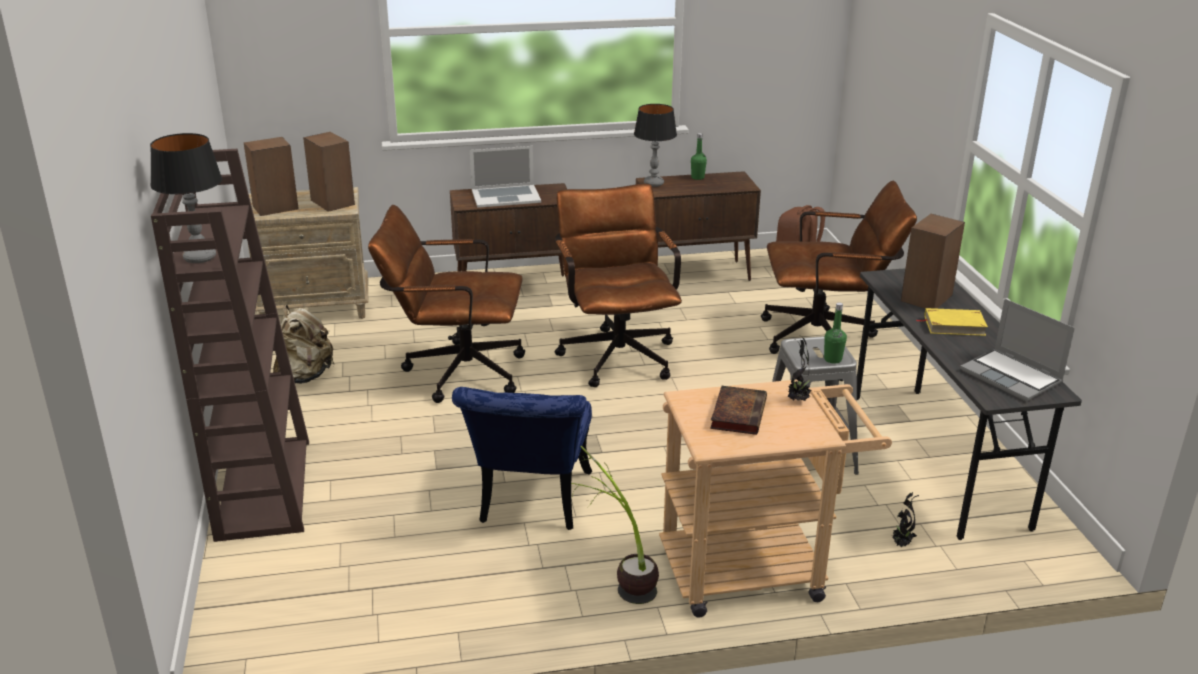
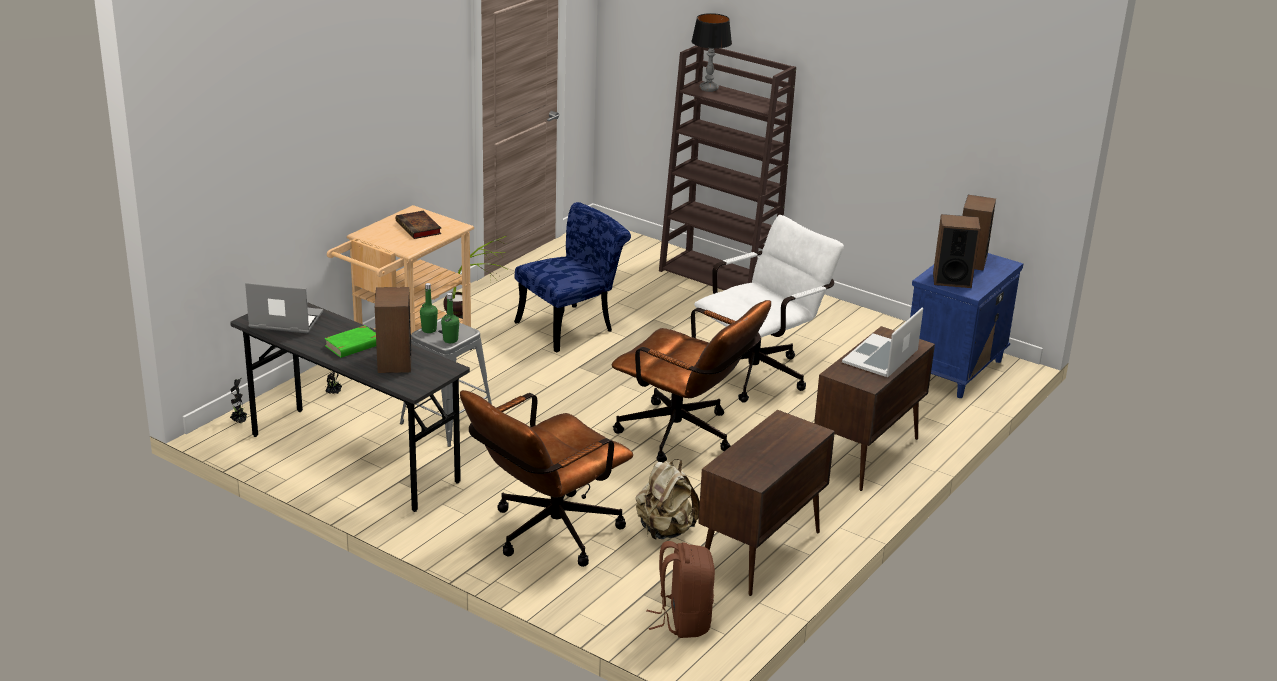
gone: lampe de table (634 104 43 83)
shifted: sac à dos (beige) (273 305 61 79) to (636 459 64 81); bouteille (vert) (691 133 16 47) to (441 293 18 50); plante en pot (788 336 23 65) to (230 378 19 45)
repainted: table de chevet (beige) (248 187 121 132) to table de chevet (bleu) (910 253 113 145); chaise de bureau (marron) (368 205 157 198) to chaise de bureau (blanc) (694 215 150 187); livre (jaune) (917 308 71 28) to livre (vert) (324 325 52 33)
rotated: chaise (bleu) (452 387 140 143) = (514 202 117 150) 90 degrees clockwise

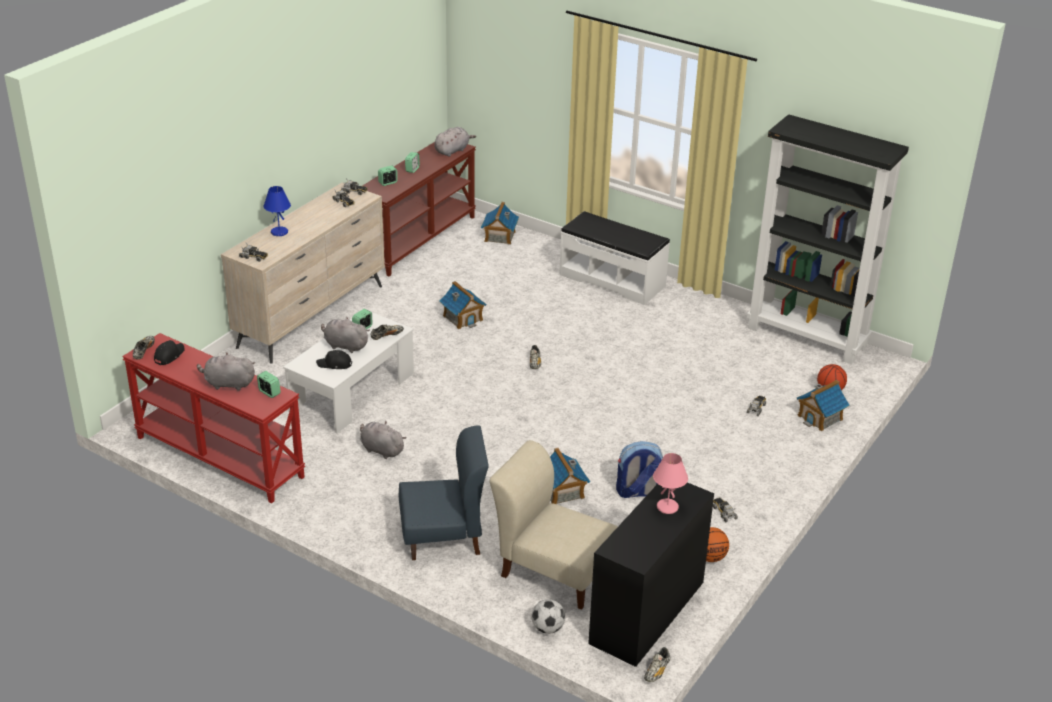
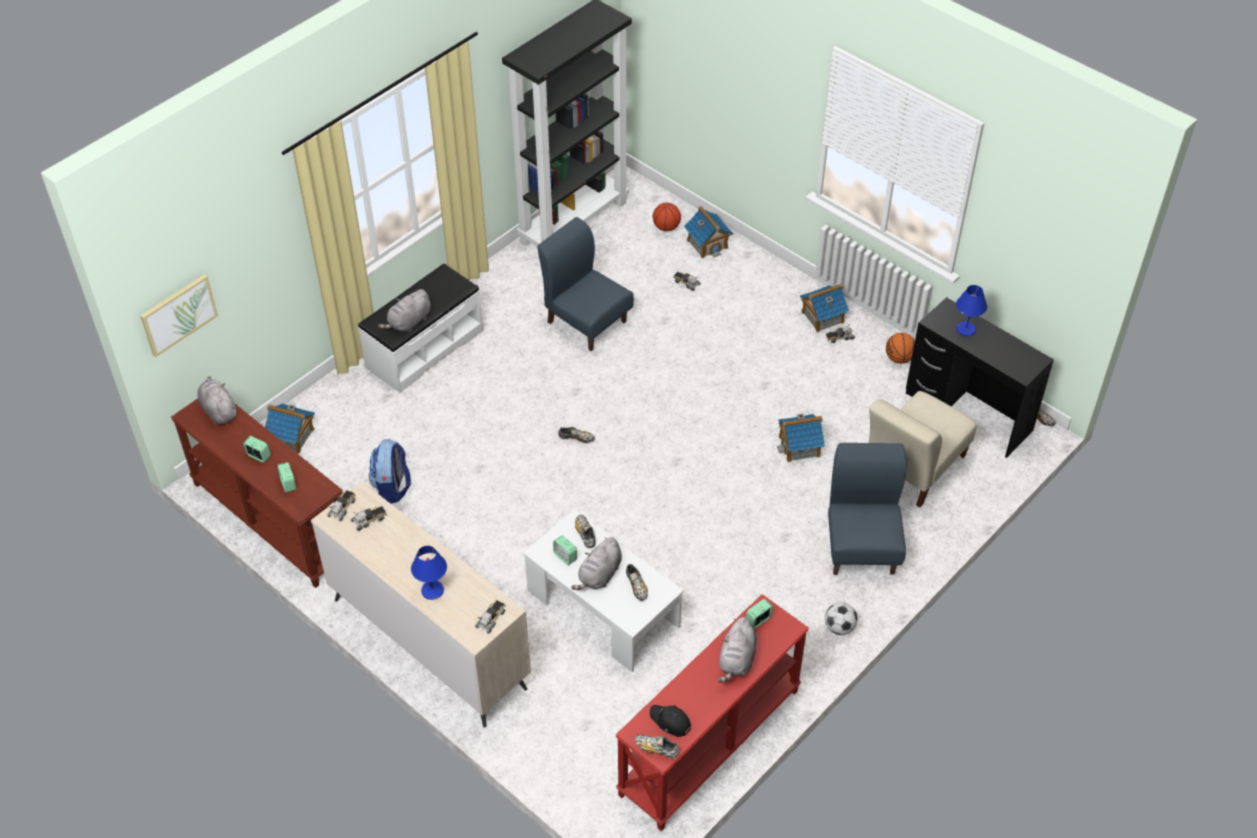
new: tableau (140 274 78 83); chaise (bleu) (538 217 96 134)
shifted: peluche (gris) (360 421 46 38) to (378 289 53 43); maison miniature (439 281 48 48) to (800 284 49 49); ballon de foot (532 599 33 35) to (825 602 32 33); sac à dos (616 441 47 57) to (369 439 42 65)
swapped: casquette (noir) (316 350 36 19) to chaussure (626 564 22 37)
repainted: lampe de table (rose) (653 453 35 61) to lampe de table (bleu) (956 285 31 51)

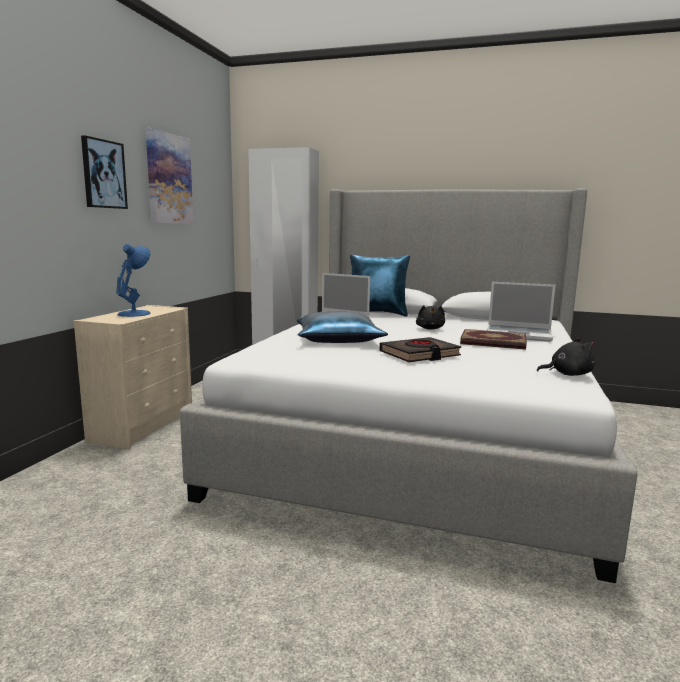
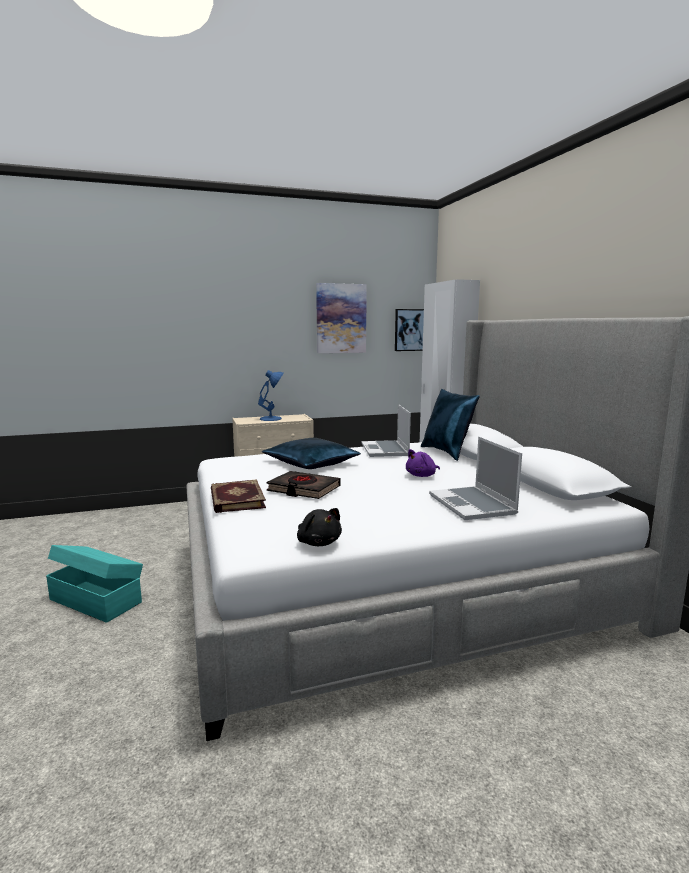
new: boîte de rangement (turquoise) (46 545 97 78)
shifted: tableau (81 135 47 74) to (395 309 29 42); livre (460 329 67 21) to (211 479 55 34)
repainted: peluche (noir) (416 305 29 25) to peluche (violet) (406 449 34 28)

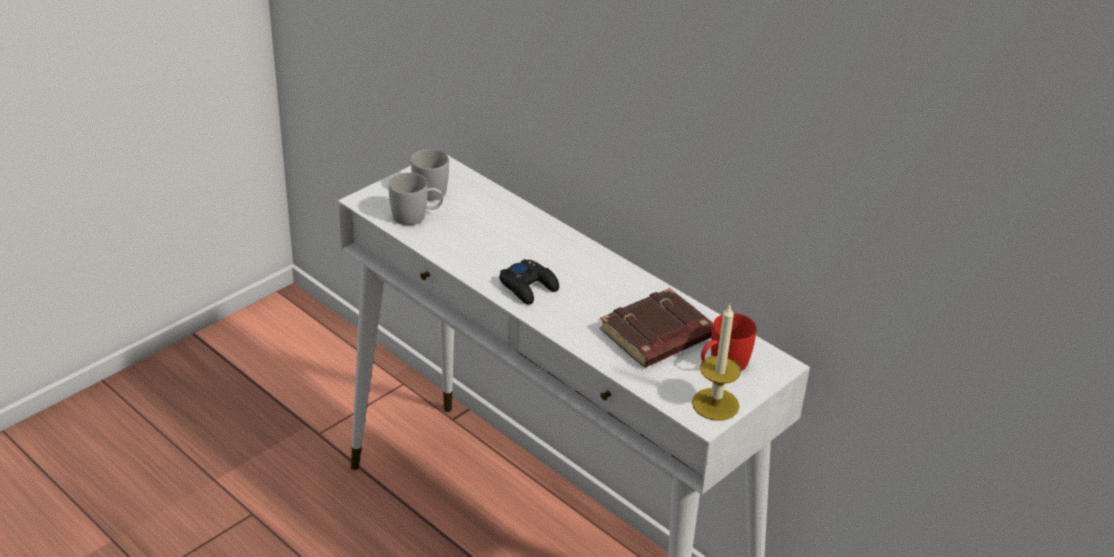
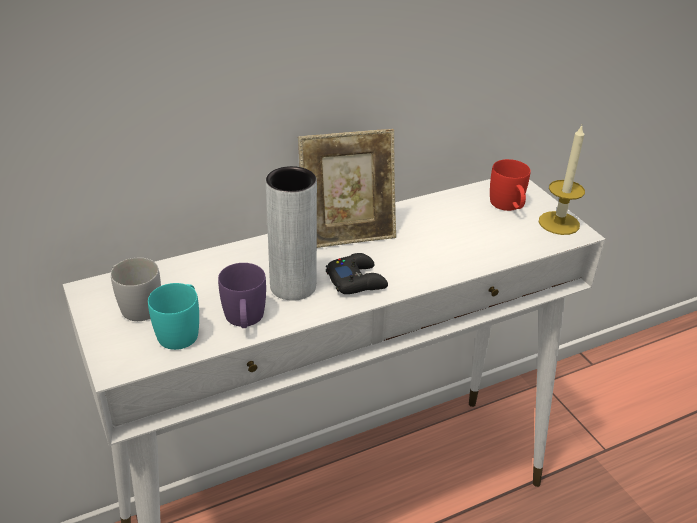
gone: livre (marron) (600 288 113 79)
new: mug (violet) (218 263 48 65); vase (gris) (266 166 51 135); cadre photo (298 129 98 119)
repainted: mug (blanc) (389 173 54 52) to mug (turquoise) (148 283 51 67)

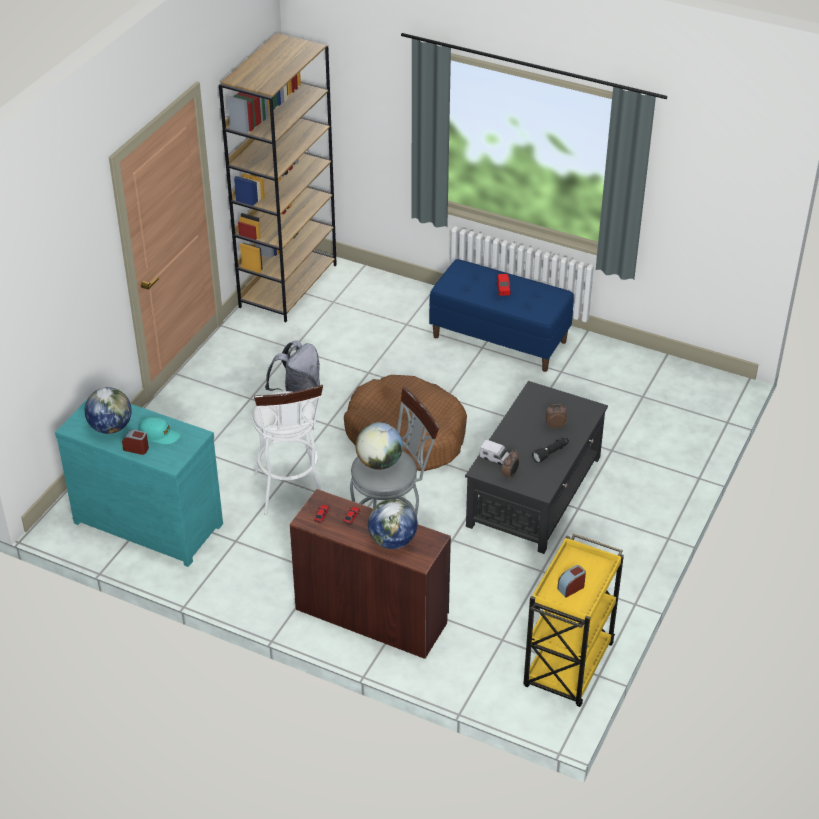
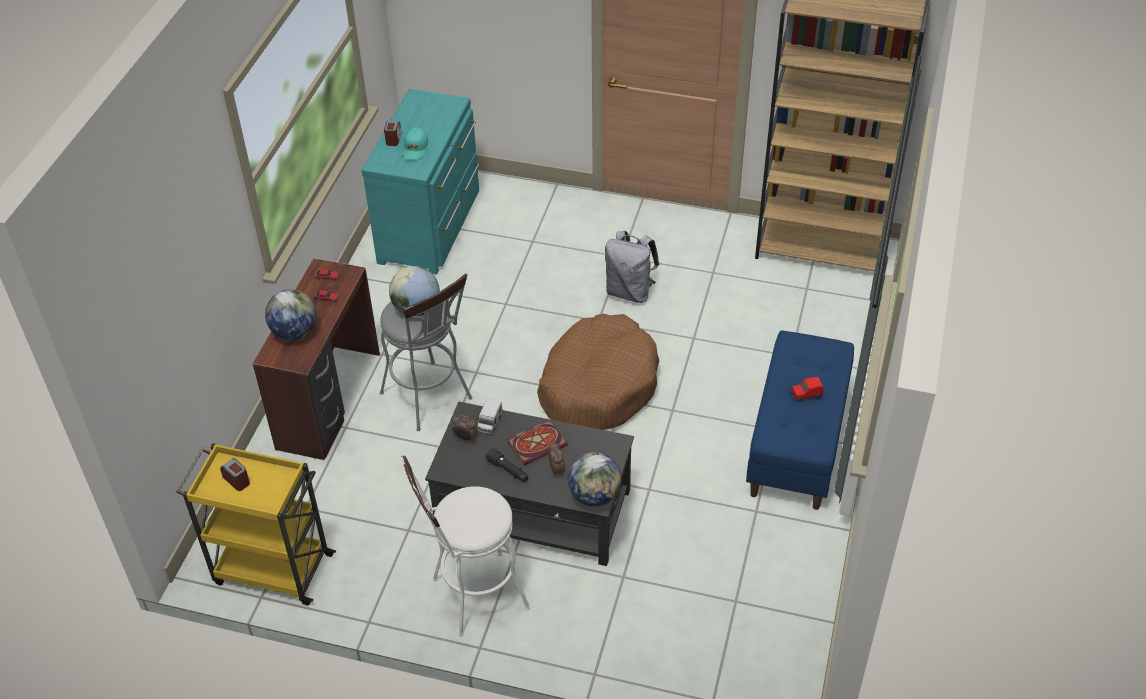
new: livre (507 420 61 45)
shifted: globe (85 387 47 47) to (568 452 54 55); tabouret (blanc) (253 385 70 130) to (402 456 128 180)

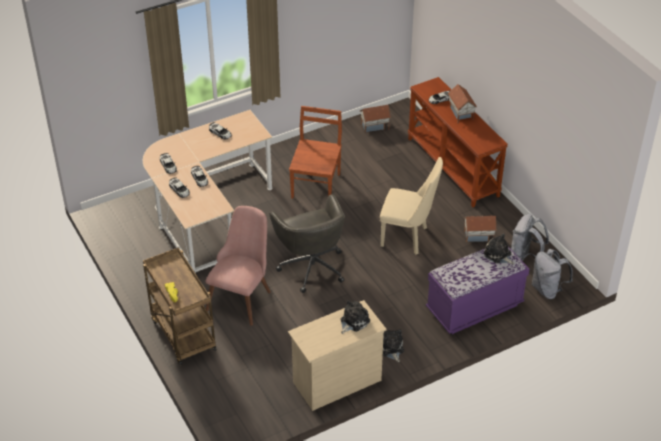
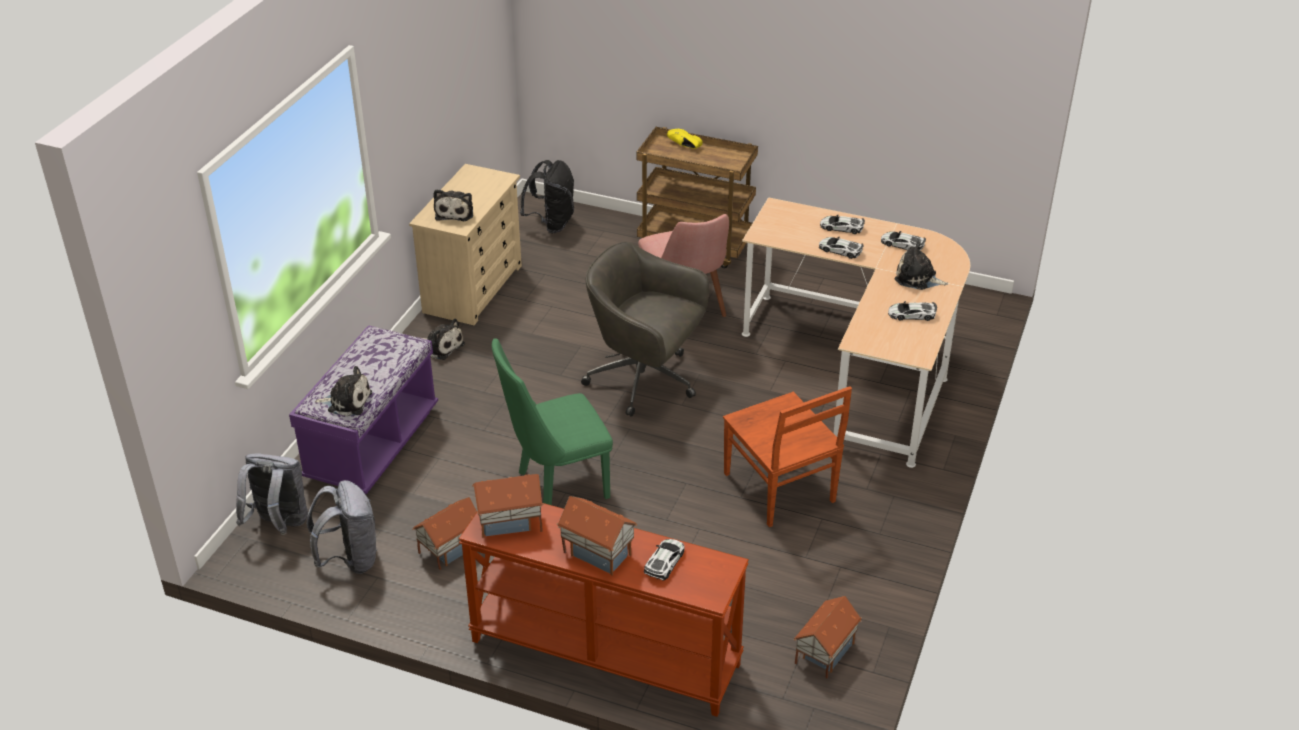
new: maison miniature (472 474 72 64); sac à dos (noir) (520 160 54 73); peluche (895 241 53 49)
repainted: chaise (beige) (380 157 63 97) to chaise (vert) (492 338 121 167)

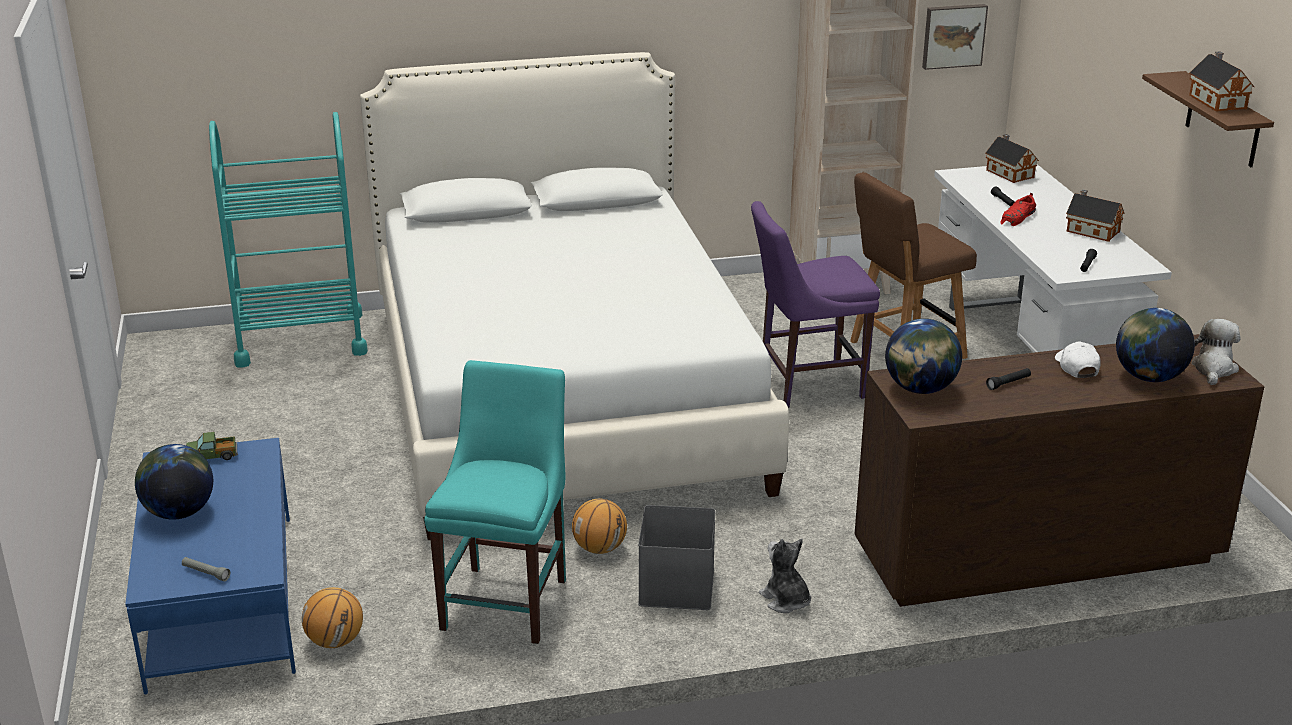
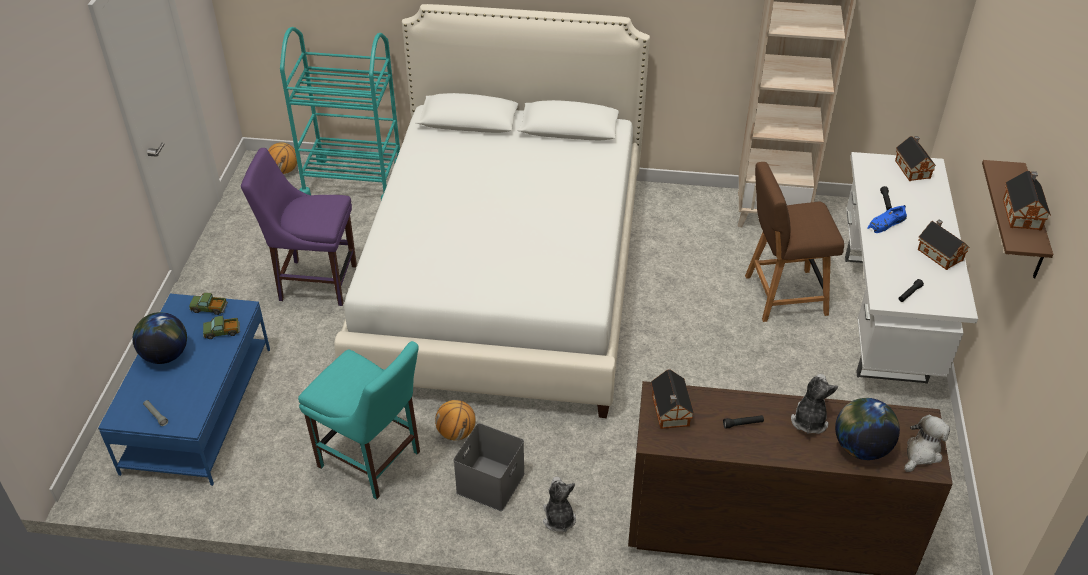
gone: tableau (922 4 66 66)
new: camion jouet (203 316 37 23)
shifted: ballon de basket (302 587 61 61) to (268 142 29 32); chaise (violet) (751 201 129 207) to (241 148 116 158)
swapped: globe (885 318 77 76) to maison miniature (651 369 43 60); casquette (blanc) (1055 342 46 36) to peluche (791 374 47 60)
repainted: chaussure (rouge) (1000 193 36 33) to chaussure (bleu) (867 205 40 28)
rotated: chaise (turquoise) (424 360 142 284) = (298 341 122 159) 90 degrees clockwise

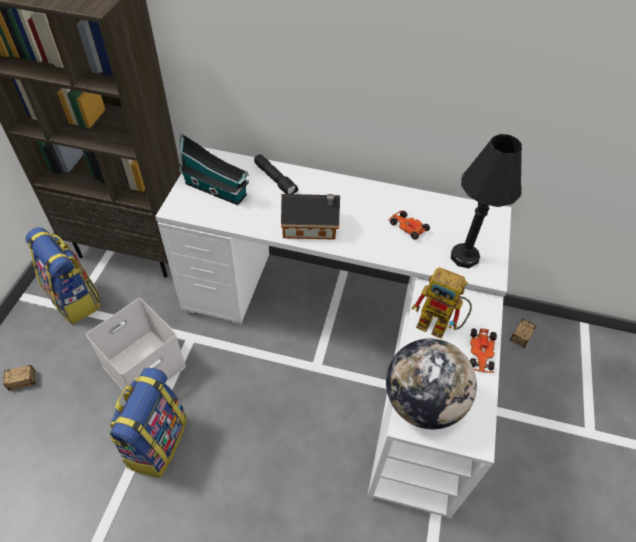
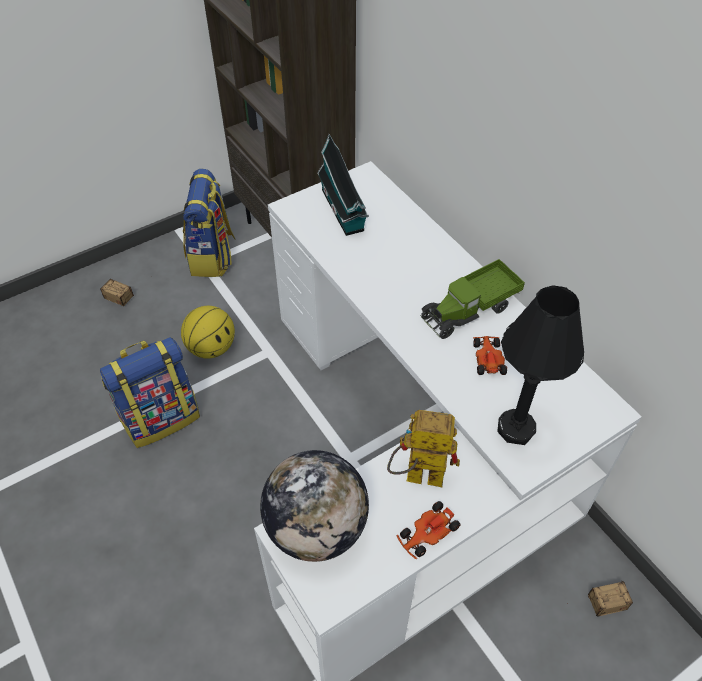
gone: lampe de poche (noir) (254 154 44 40); maison miniature (281 194 59 45)
new: camion jouet (420 259 105 80)
swapped: boîte de rangement (blanc) (86 298 100 94) to ballon de basket (181 306 54 53)
rotated: robot jouet (411 267 61 72) = (387 410 73 77) 120 degrees clockwise

